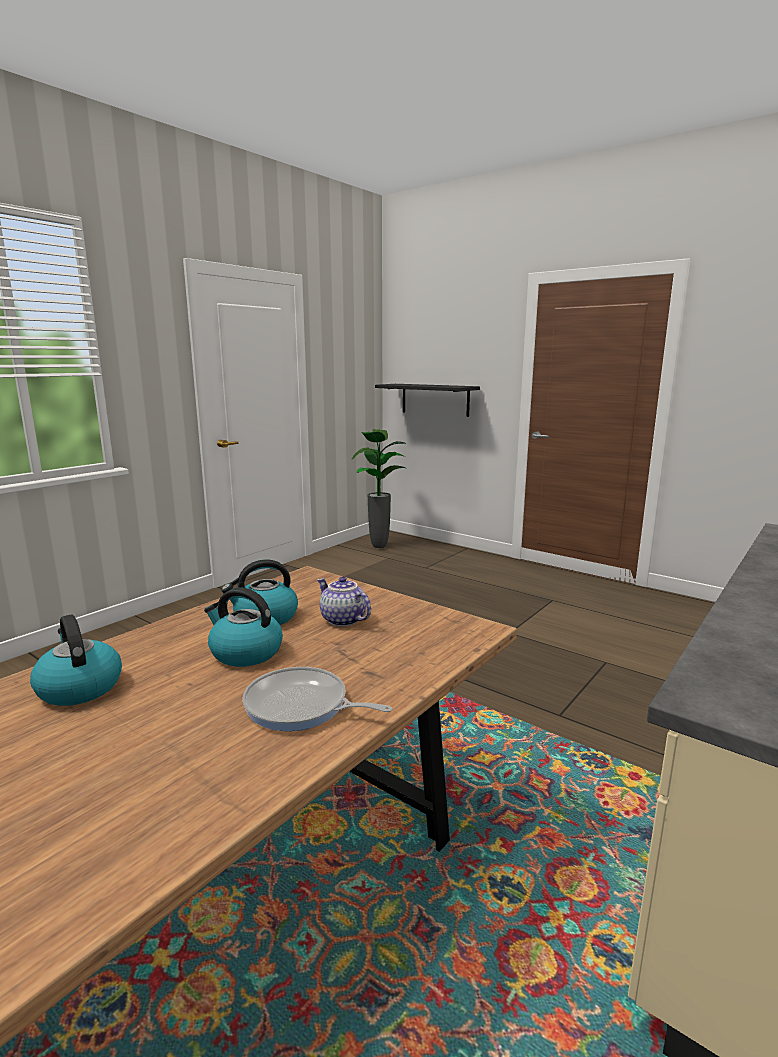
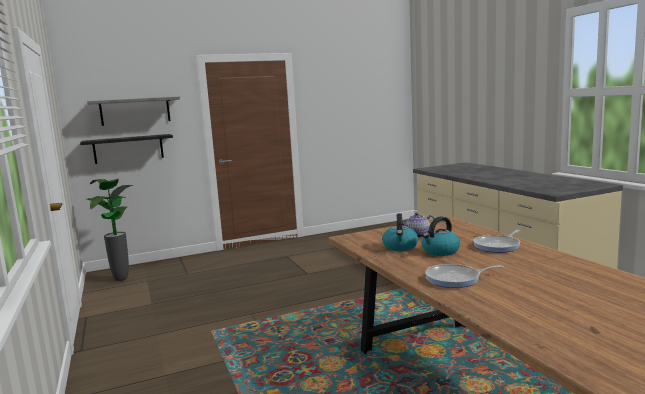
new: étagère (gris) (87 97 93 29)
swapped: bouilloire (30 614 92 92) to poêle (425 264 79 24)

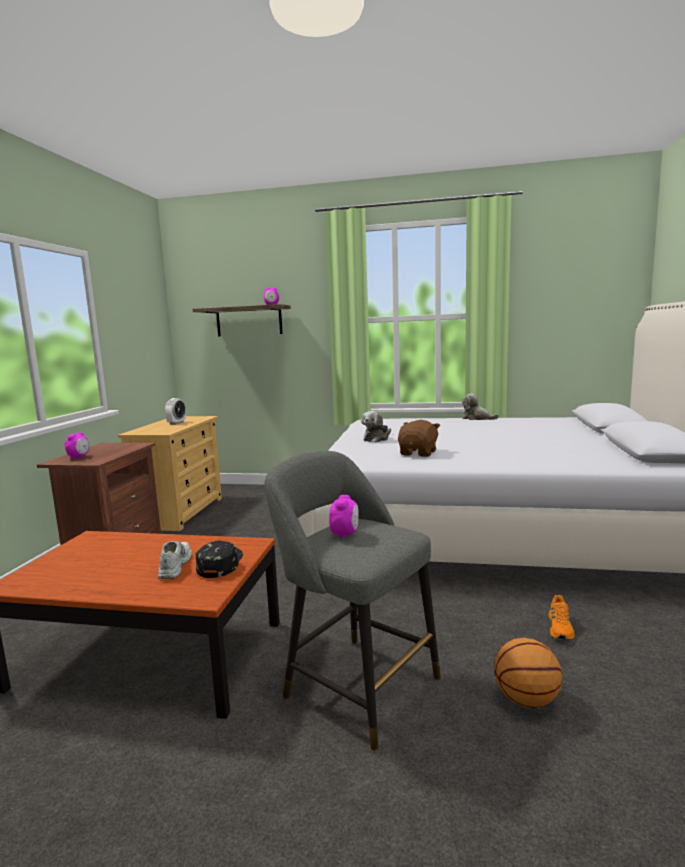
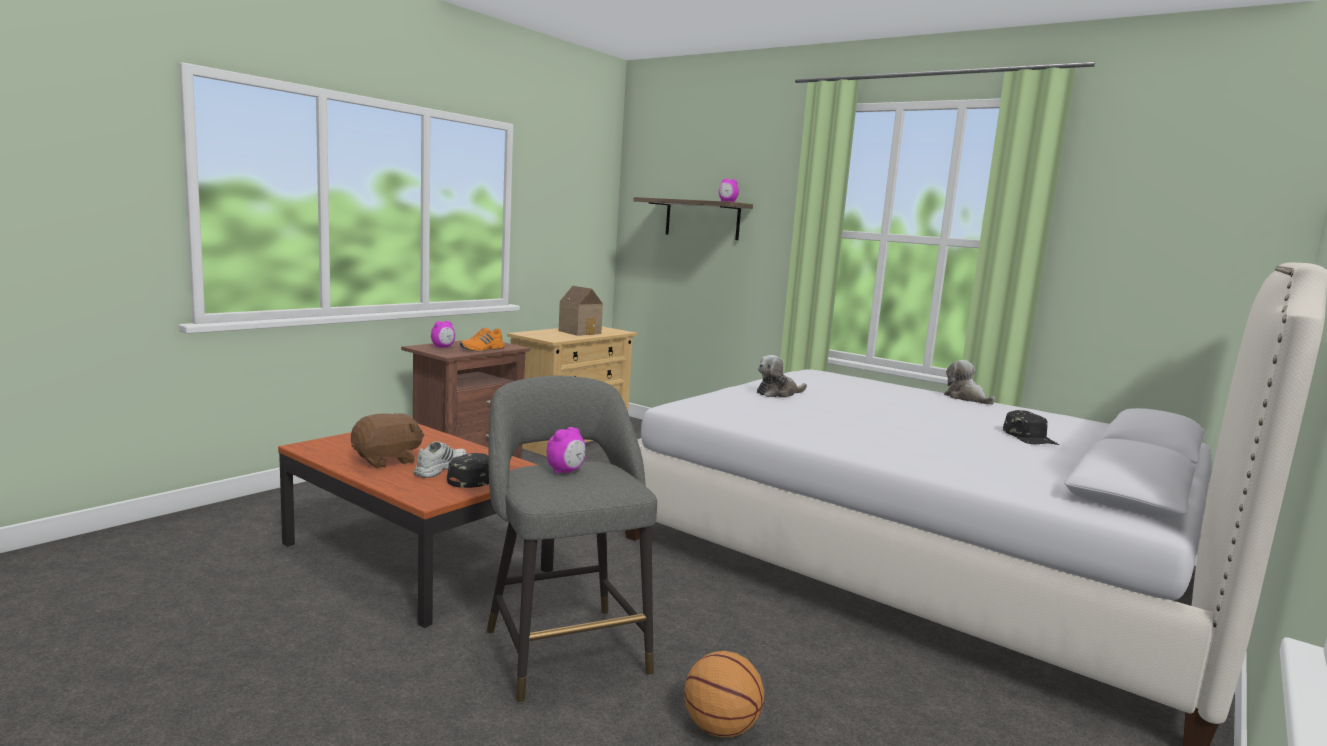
new: casquette (noir) (1003 410 56 35)
shifted: peluche (marron) (398 420 42 37) to (351 413 73 55); chaussure (orange) (548 595 27 45) to (460 328 45 23)
swapped: réveil (165 398 21 27) to maison miniature (559 286 44 50)

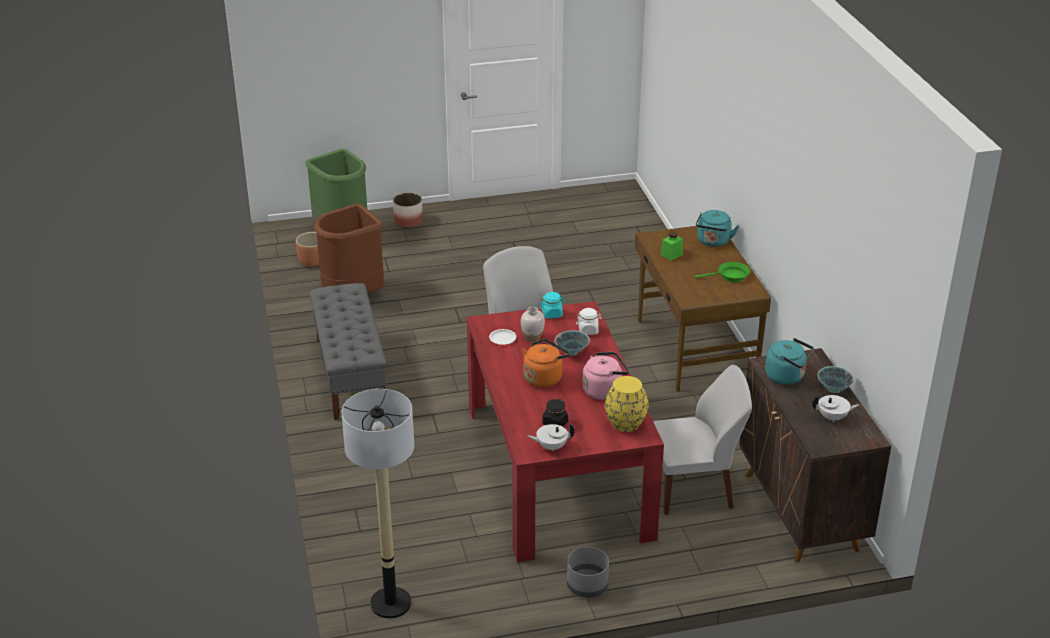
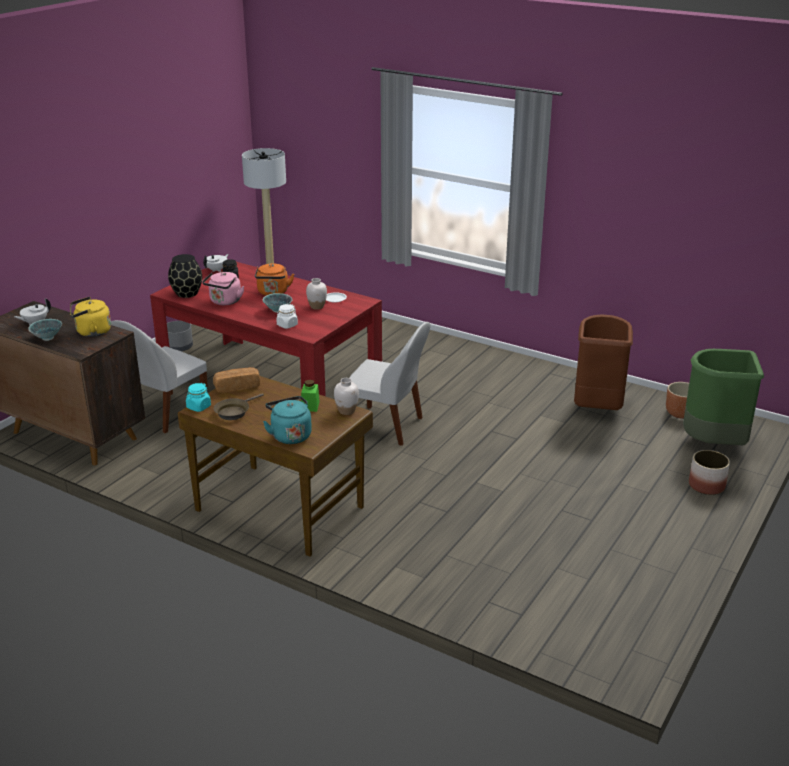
gone: banc (gris) (310 283 77 137)
new: pain (213 367 47 25); vase (blanc) (334 378 25 37)
shifted: bocal (turquoise) (540 292 25 27) to (186 383 25 29)
repainted: vase (jaune) (605 376 44 56) to vase (noir) (168 254 34 44); poêle (vert) (695 262 55 20) to poêle (marron) (214 393 50 27); bouilloire (turquoise) (765 338 49 47) to bouilloire (jaune) (70 297 41 40)

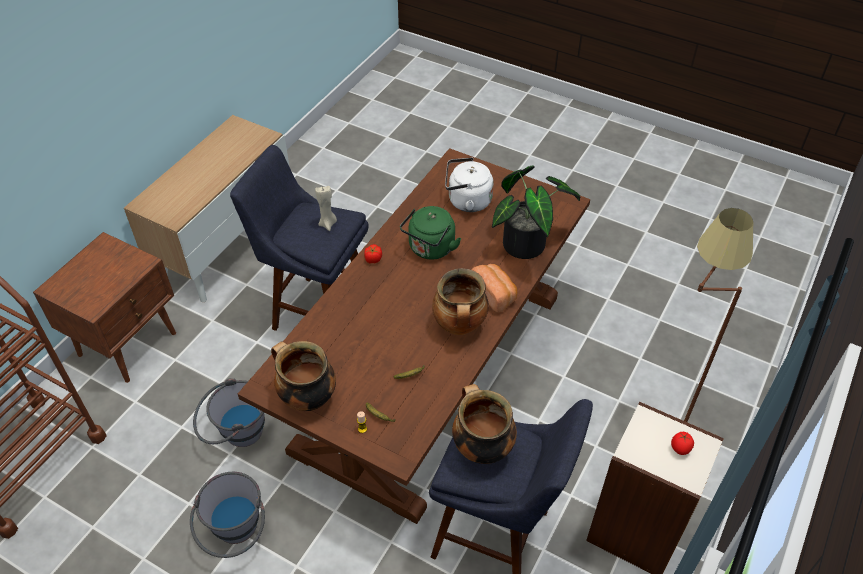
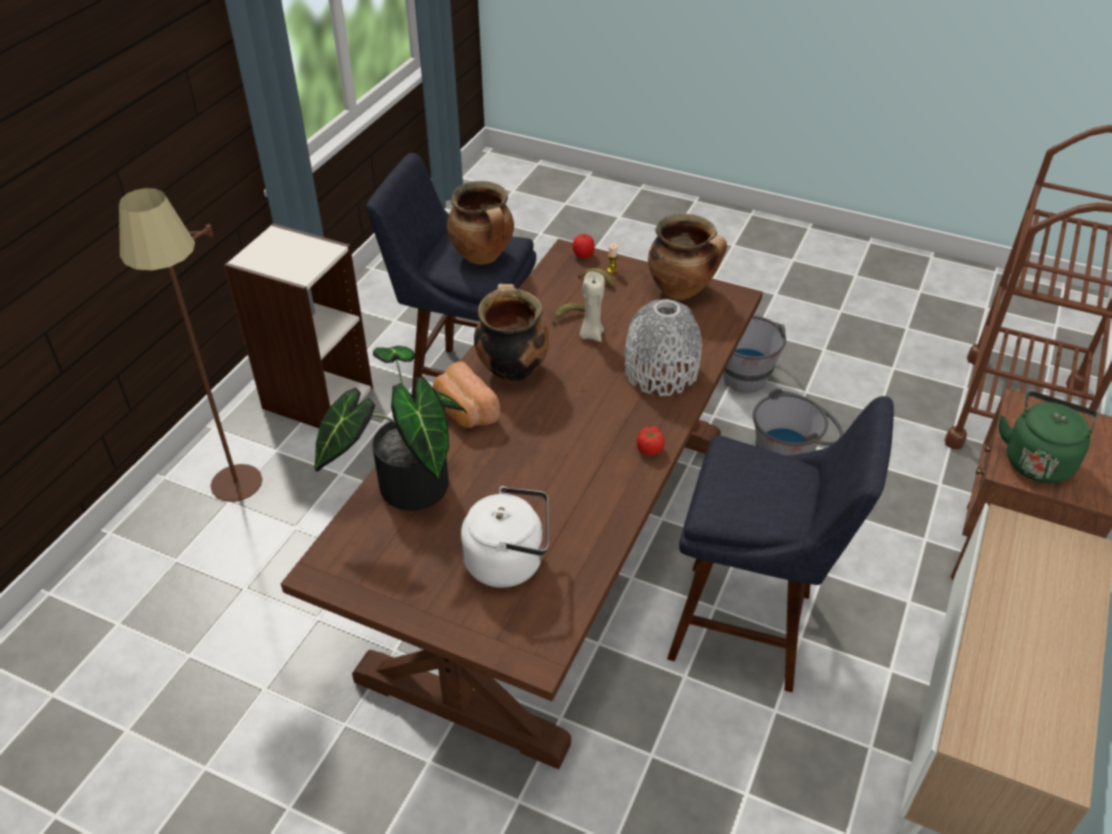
new: vase (gris) (625 299 77 97)
shifted: bougie (beige) (315 186 22 45) to (579 272 26 70); bouilloire (vert) (400 206 61 54) to (999 391 99 92); tomate (671 432 23 23) to (573 234 22 24)

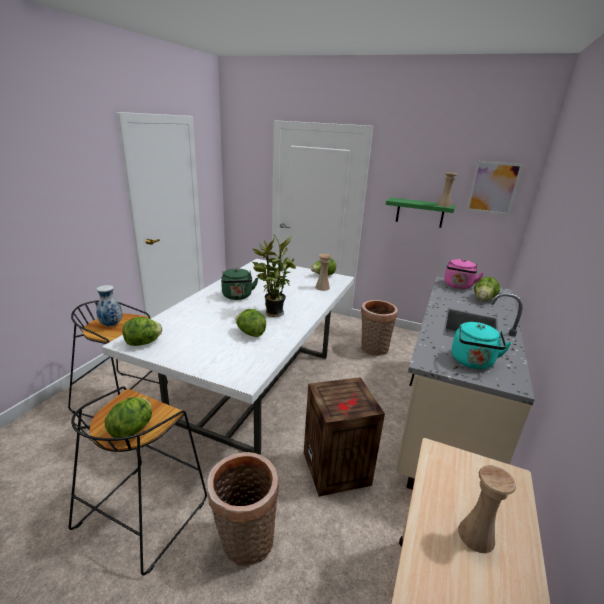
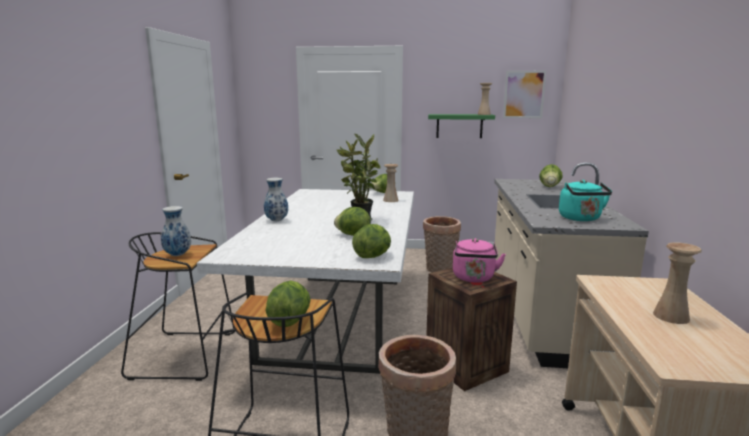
gone: bouilloire (vert) (221 268 37 32)
new: vase (264 178 24 43)
shifted: laitue (123 317 39 29) to (352 224 39 34); bouilloire (rose) (444 259 40 30) to (453 238 53 45)

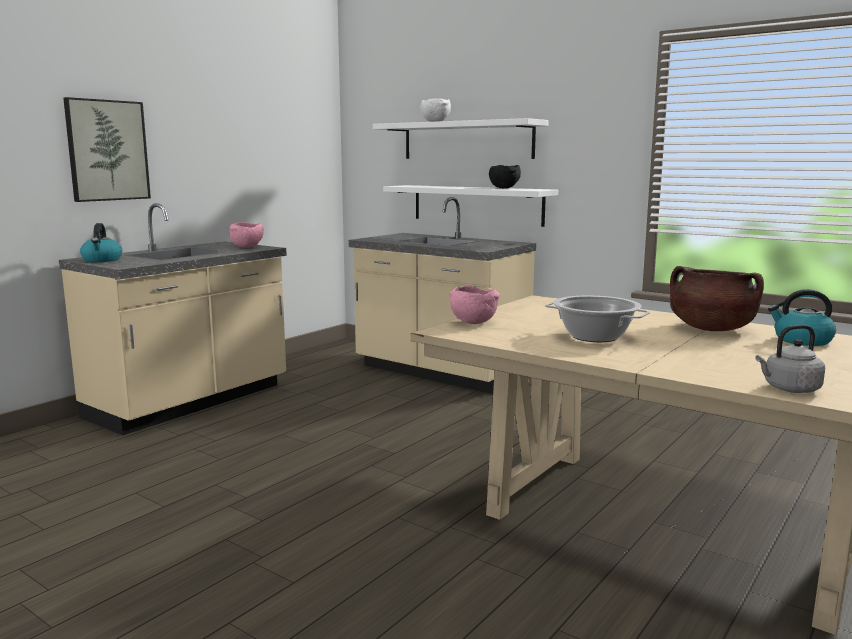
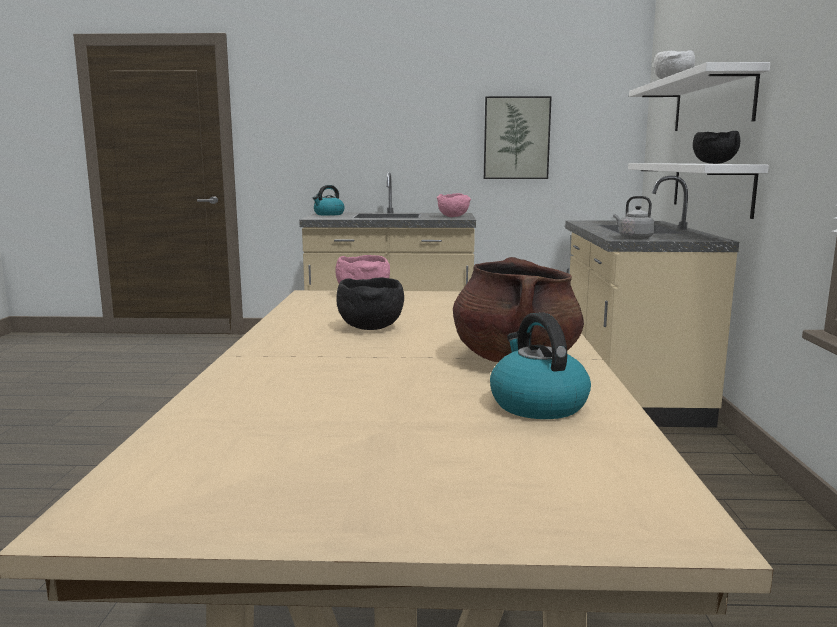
shifted: tableau (63 97 88 105) to (484 96 68 83); bouilloire (gris) (755 325 70 68) to (613 196 42 43)
swapped: marmite (545 296 105 46) to bol (noir) (336 277 68 53)

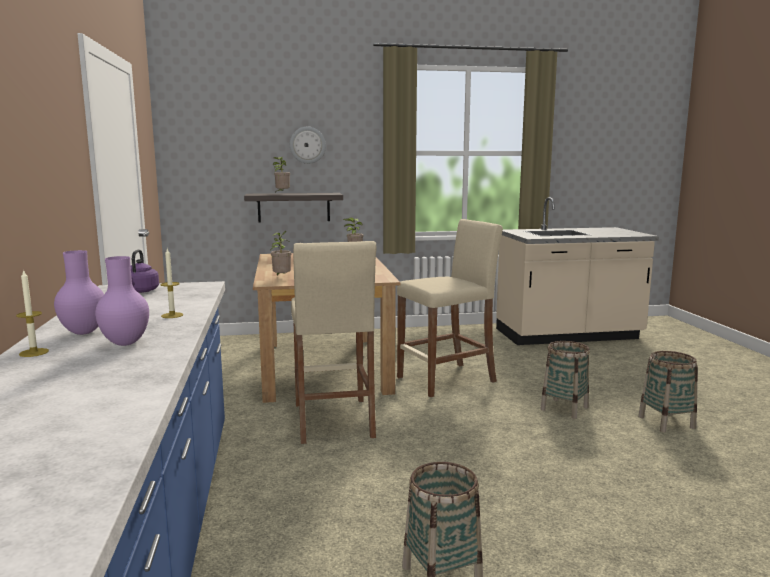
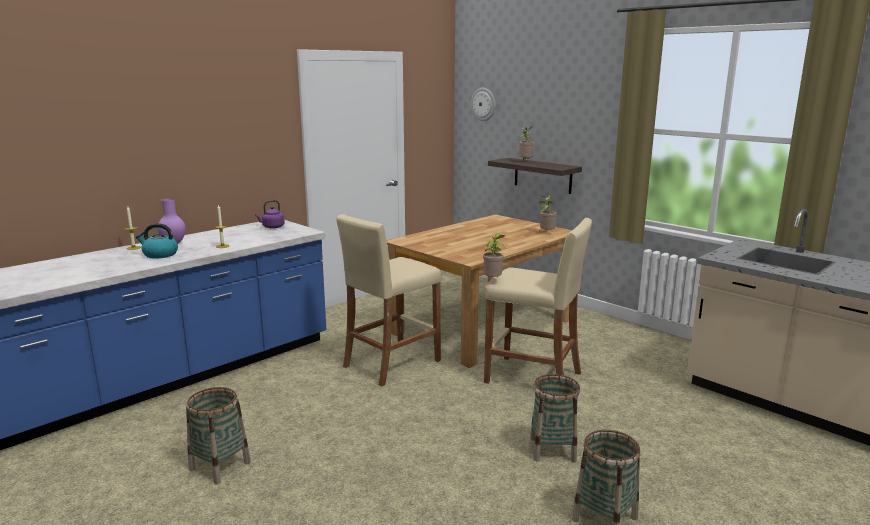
shifted: plante en pot (270 231 21 45) to (483 233 22 44); horloge murale (290 127 36 37) to (471 88 24 33)
swapped: vase (violet) (95 256 54 90) to bouilloire (136 223 42 36)

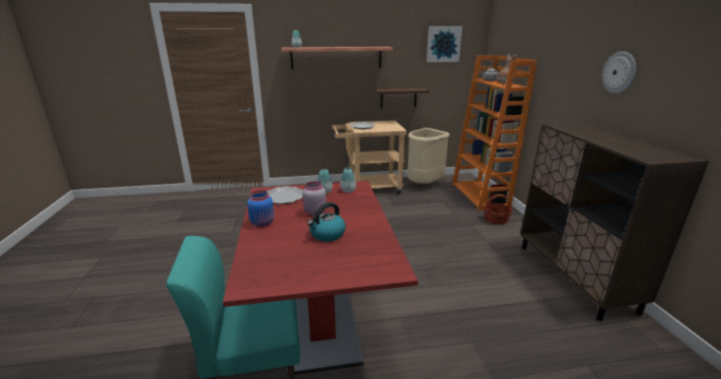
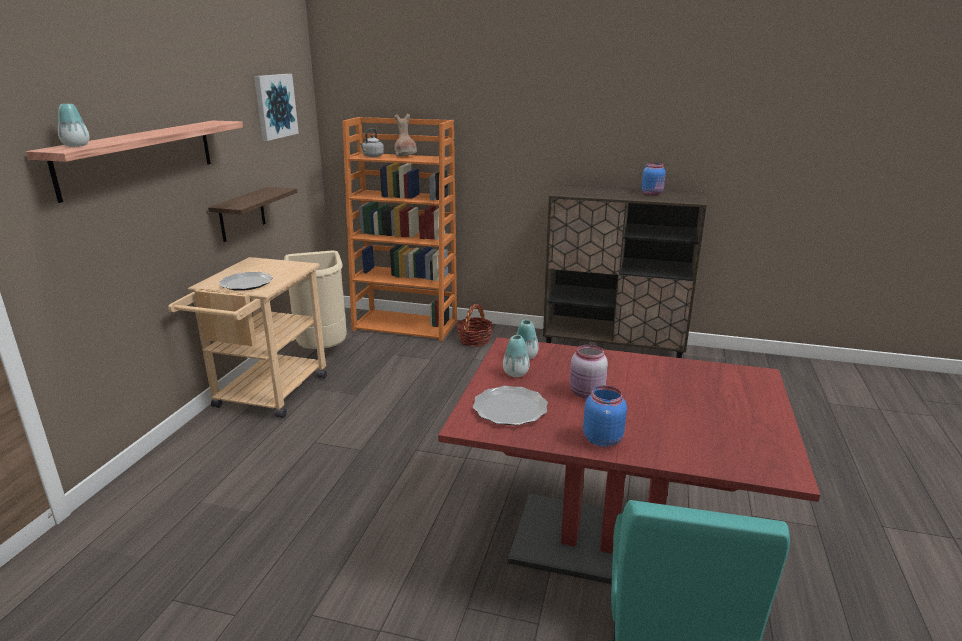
gone: bouilloire (307 202 39 39); horloge murale (602 51 34 43)
new: bocal (bleu) (641 163 25 32)

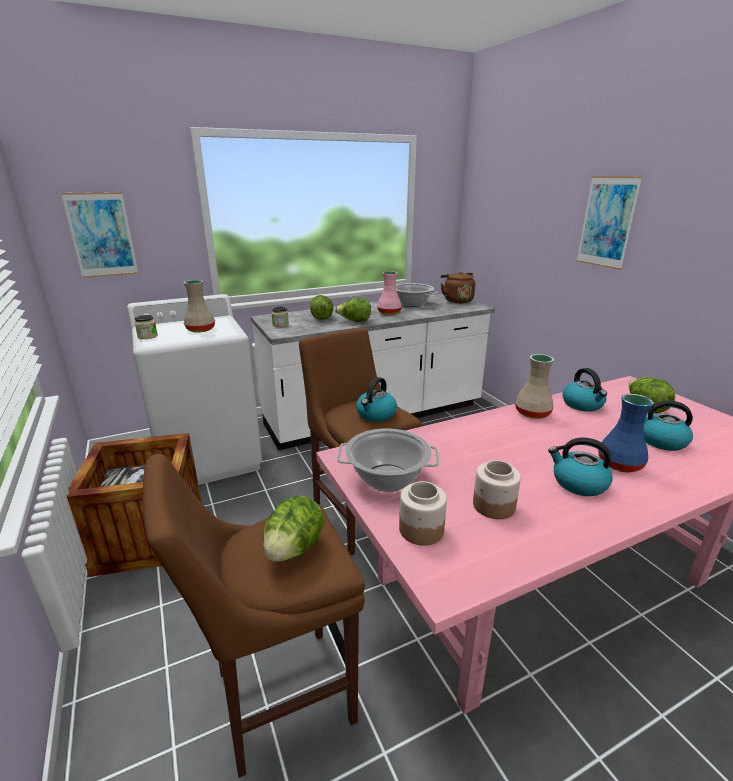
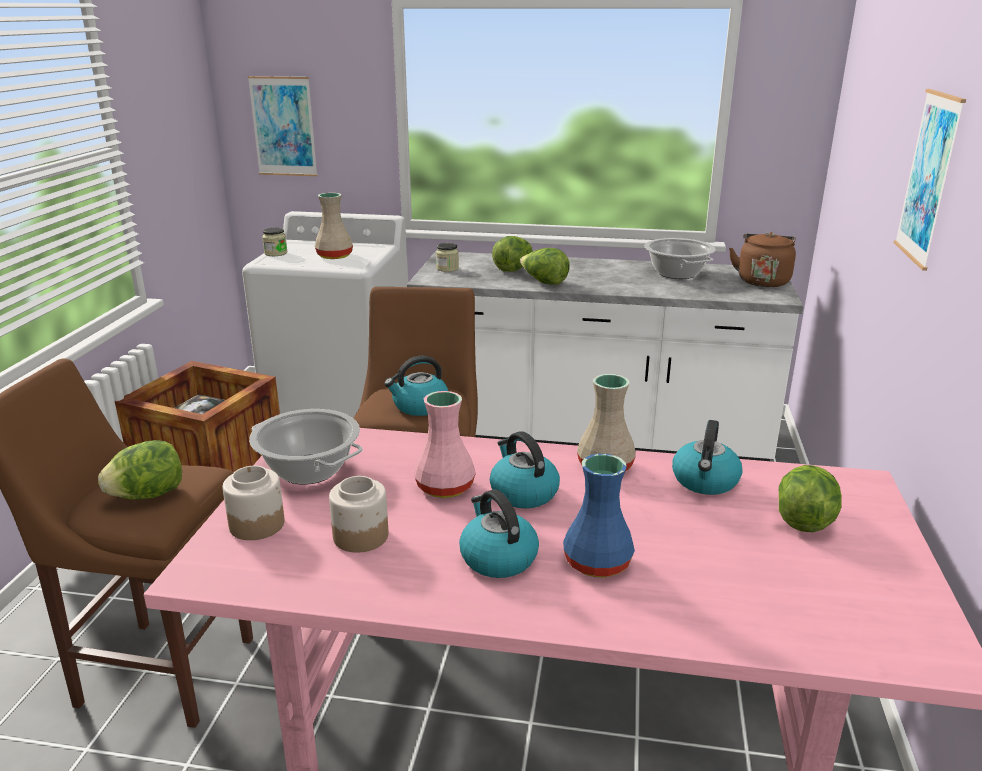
shifted: vase (rose) (377 271 25 44) to (414 391 62 107); bouilloire (643 400 50 51) to (490 432 70 76)

